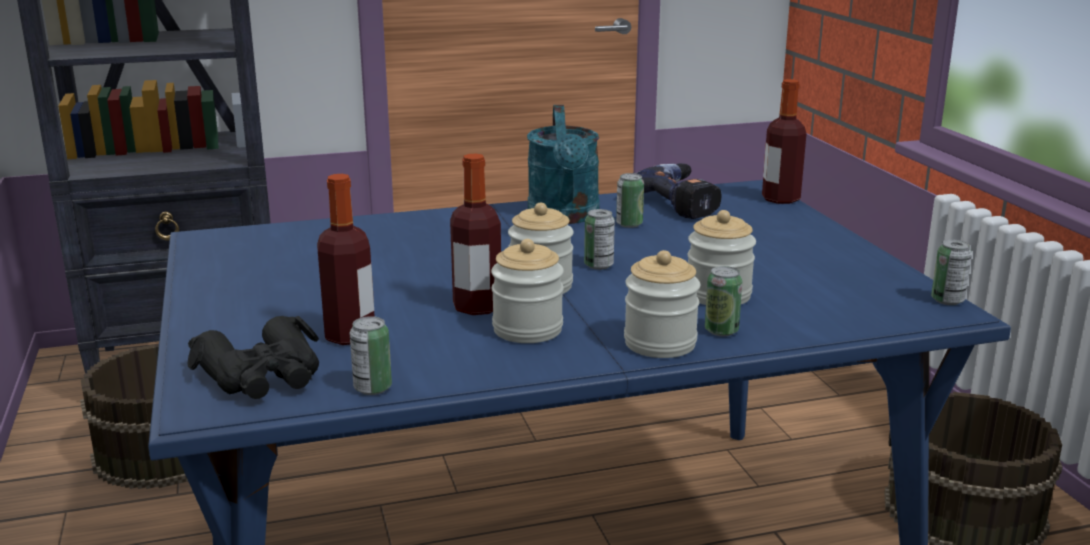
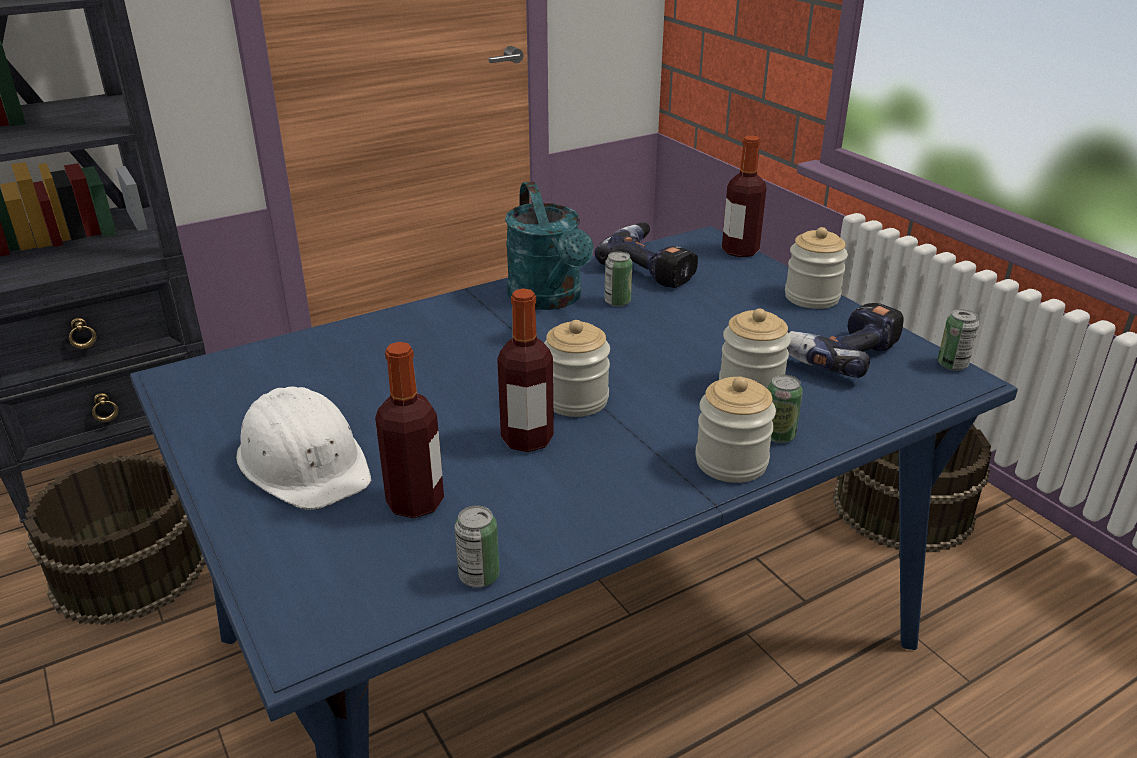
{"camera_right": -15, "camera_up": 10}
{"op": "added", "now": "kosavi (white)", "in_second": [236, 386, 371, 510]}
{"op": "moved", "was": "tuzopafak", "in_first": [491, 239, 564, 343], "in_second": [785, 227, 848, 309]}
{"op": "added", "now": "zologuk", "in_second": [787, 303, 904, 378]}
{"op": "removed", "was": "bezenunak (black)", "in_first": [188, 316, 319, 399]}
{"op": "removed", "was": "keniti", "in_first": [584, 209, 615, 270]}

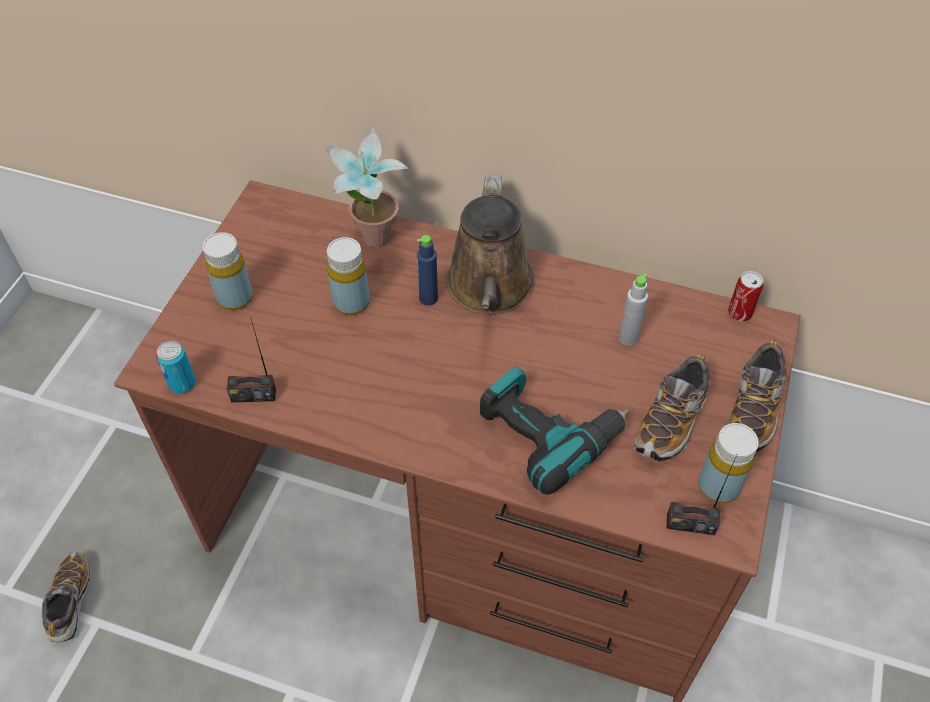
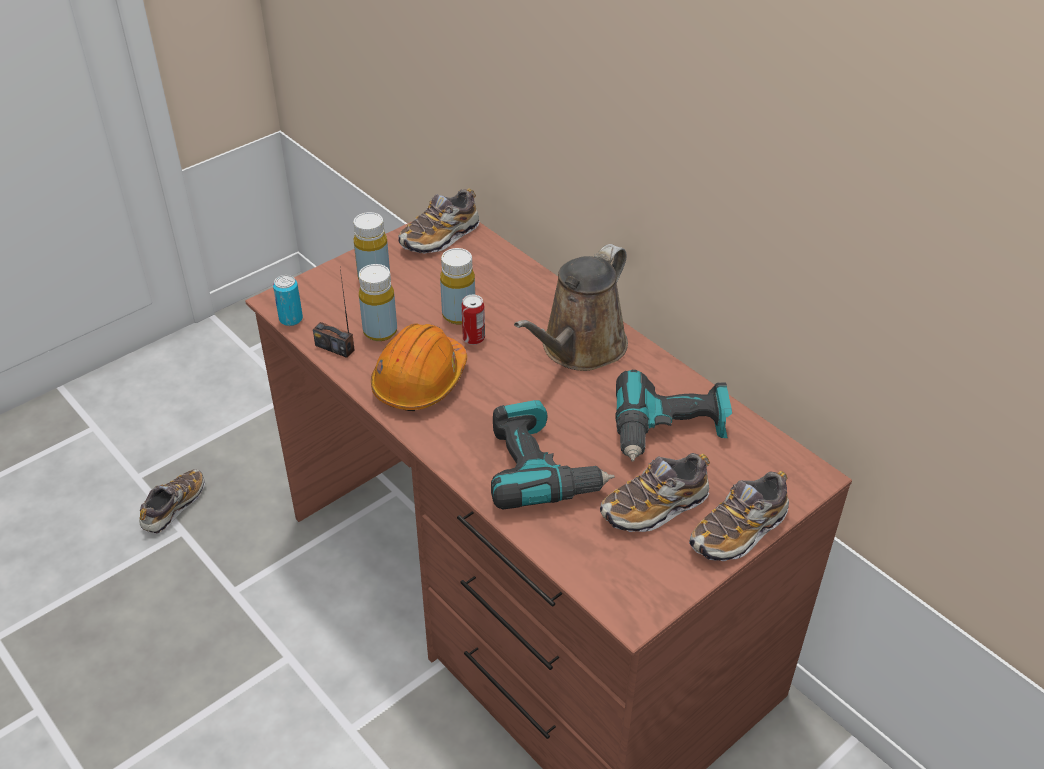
{"camera_right": 30, "camera_up": -10}
{"op": "moved", "was": "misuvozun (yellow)", "in_first": [698, 423, 759, 504], "in_second": [359, 264, 397, 341]}
{"op": "added", "now": "kosavi (orange)", "in_second": [371, 323, 467, 411]}
{"op": "added", "now": "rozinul", "in_second": [399, 189, 480, 254]}
{"op": "moved", "was": "keniti", "in_first": [728, 271, 763, 321], "in_second": [462, 295, 485, 345]}
{"op": "replaced", "was": "misuvozun (grey)", "now": "zologuk", "in_first": [619, 274, 648, 346], "in_second": [615, 370, 732, 462]}
{"op": "removed", "was": "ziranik", "in_first": [325, 127, 408, 247]}
{"op": "removed", "was": "misuvozun (blue)", "in_first": [417, 235, 438, 305]}
{"op": "removed", "was": "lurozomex", "in_first": [667, 455, 737, 535]}

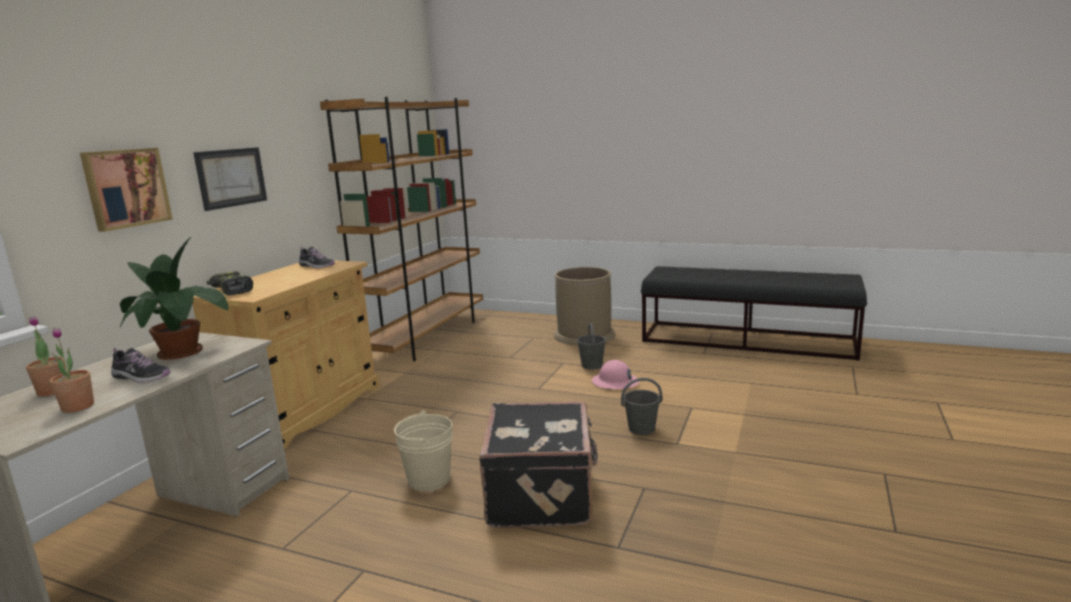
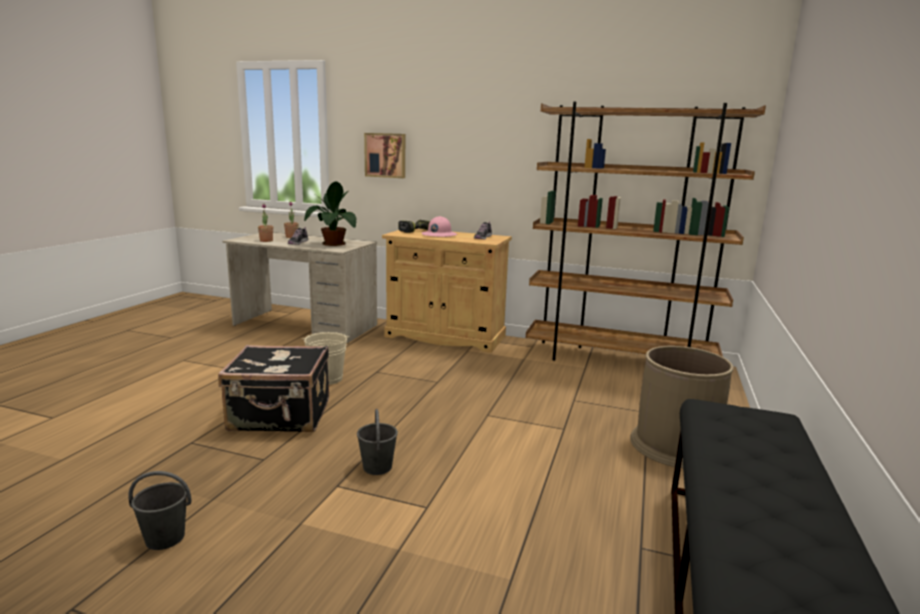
{"camera_right": 85, "camera_up": 0}
{"op": "moved", "was": "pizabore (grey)", "in_first": [577, 323, 606, 370], "in_second": [128, 471, 192, 550]}
{"op": "moved", "was": "kosavi (pink)", "in_first": [592, 360, 639, 390], "in_second": [421, 216, 457, 237]}
{"op": "removed", "was": "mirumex", "in_first": [193, 147, 267, 211]}

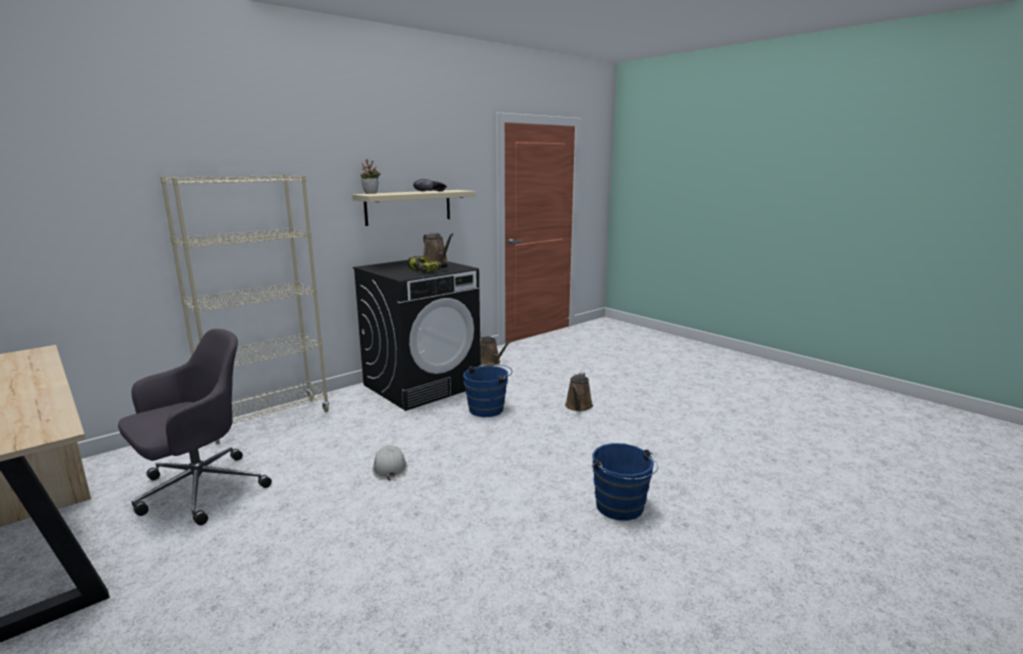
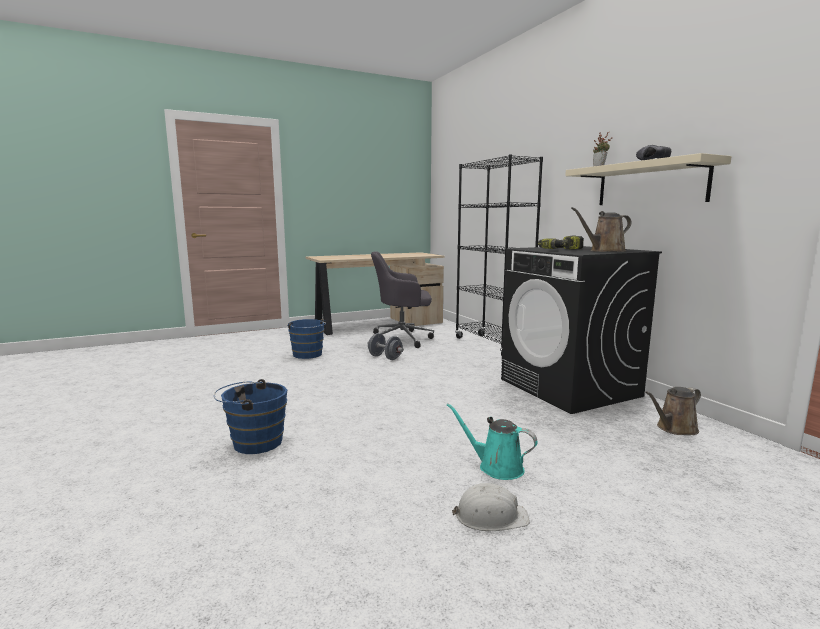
{"camera_right": 105, "camera_up": -5}
{"op": "moved", "was": "pizabore (blue)", "in_first": [463, 364, 512, 417], "in_second": [287, 319, 326, 359]}
{"op": "added", "now": "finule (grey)", "in_second": [368, 333, 404, 360]}
{"op": "turned", "was": "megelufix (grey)", "in_first": [118, 329, 272, 525], "in_second": [371, 252, 434, 348], "clockwise": 120}
{"op": "recoloured", "was": "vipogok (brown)", "now": "vipogok (turquoise)", "in_first": [565, 373, 593, 411], "in_second": [447, 404, 537, 480]}
{"op": "moved", "was": "kosavi (white)", "in_first": [372, 445, 408, 481], "in_second": [452, 483, 530, 531]}
{"op": "recoloured", "was": "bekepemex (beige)", "now": "bekepemex (black)", "in_first": [160, 174, 330, 444], "in_second": [455, 154, 543, 356]}

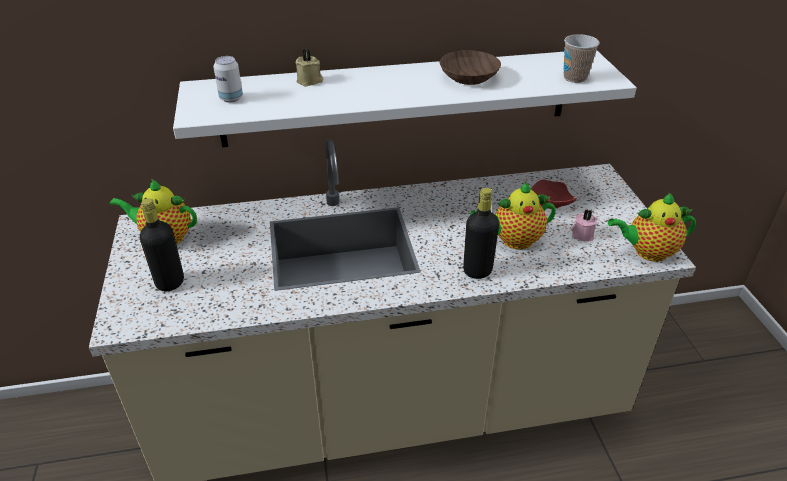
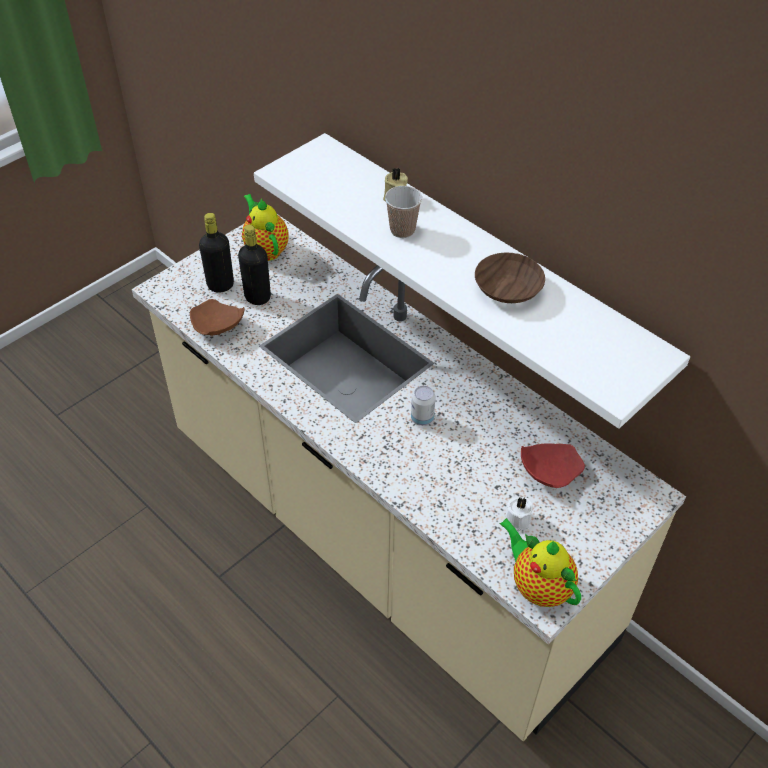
{"camera_right": 55, "camera_up": 10}
{"op": "added", "now": "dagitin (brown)", "in_second": [190, 299, 244, 335]}
{"op": "moved", "was": "misuvozun (black)", "in_first": [463, 188, 499, 279], "in_second": [238, 225, 271, 305]}
{"op": "moved", "was": "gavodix", "in_first": [564, 34, 600, 83], "in_second": [385, 186, 422, 238]}
{"op": "moved", "was": "keniti", "in_first": [213, 56, 243, 103], "in_second": [411, 386, 436, 426]}
{"op": "recoloured", "was": "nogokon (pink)", "now": "nogokon (white)", "in_first": [571, 209, 597, 241], "in_second": [506, 497, 533, 532]}
{"op": "removed", "was": "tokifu", "in_first": [470, 181, 556, 250]}

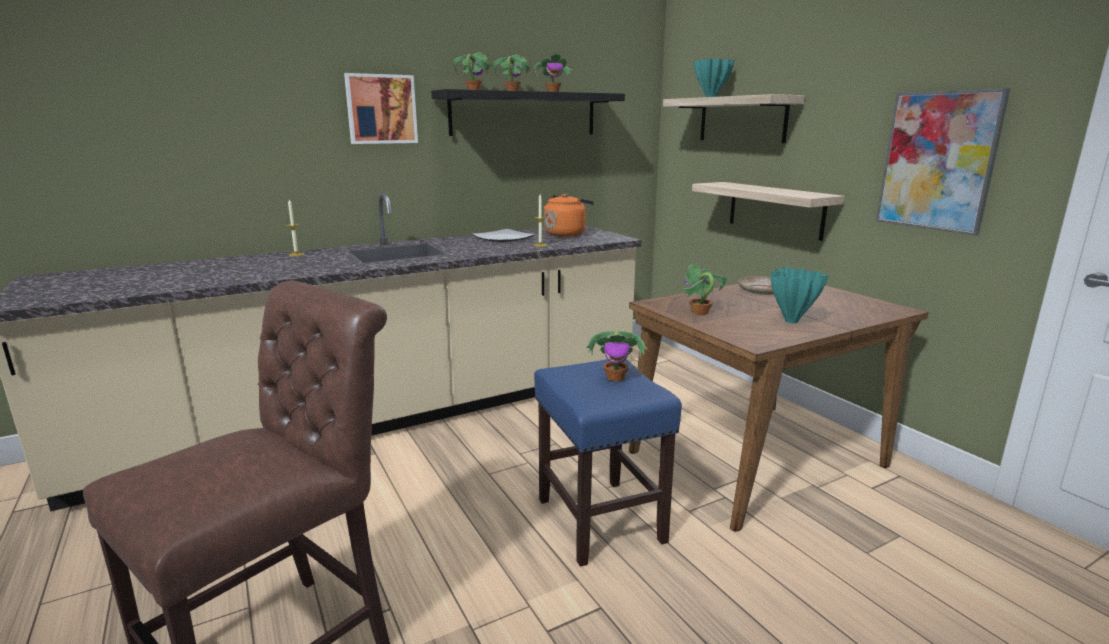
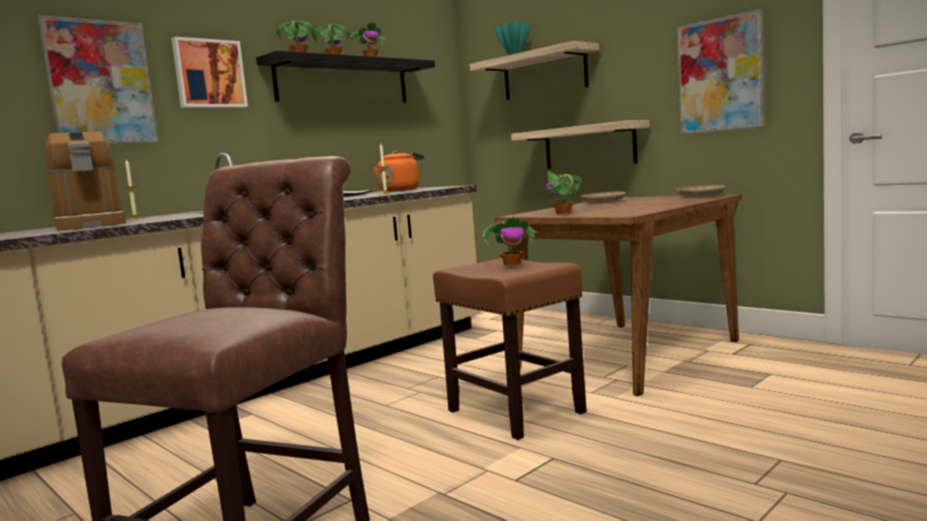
{"camera_right": -15, "camera_up": -10}
{"op": "added", "now": "mirumex", "in_second": [37, 15, 158, 144]}
{"op": "added", "now": "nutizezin", "in_second": [45, 131, 126, 230]}
{"op": "recoloured", "was": "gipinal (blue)", "now": "gipinal (brown)", "in_first": [534, 359, 682, 567], "in_second": [433, 258, 587, 440]}
{"op": "added", "now": "dagitin (beige)", "in_second": [677, 185, 725, 197]}
{"op": "removed", "was": "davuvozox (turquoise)", "in_first": [771, 267, 828, 323]}

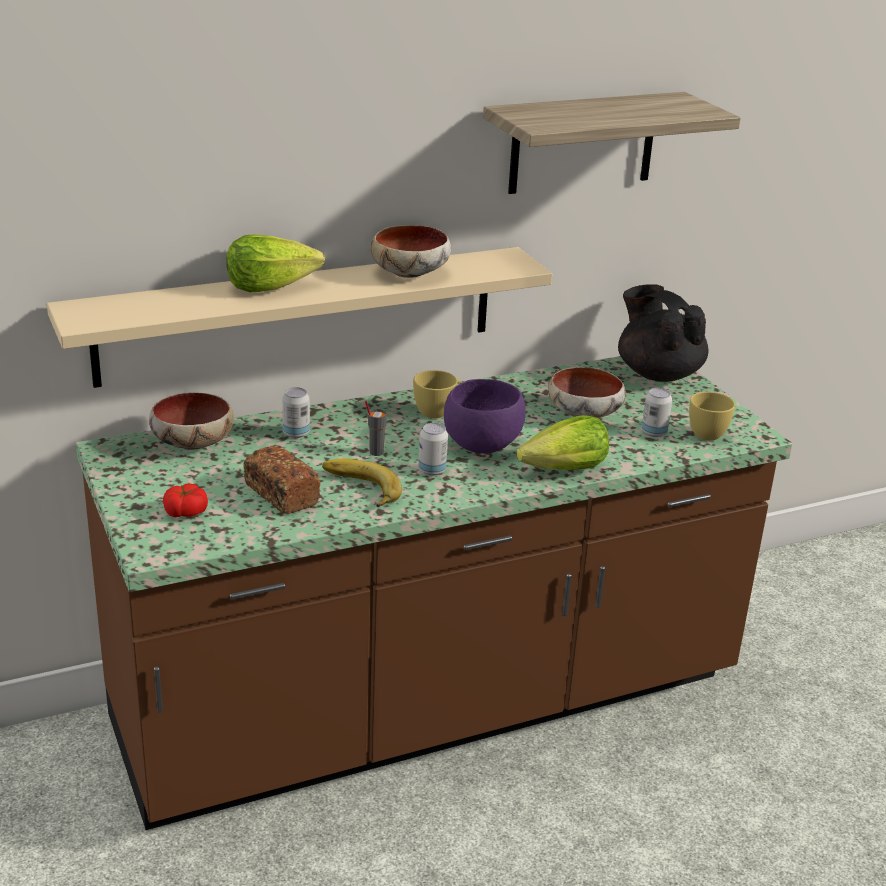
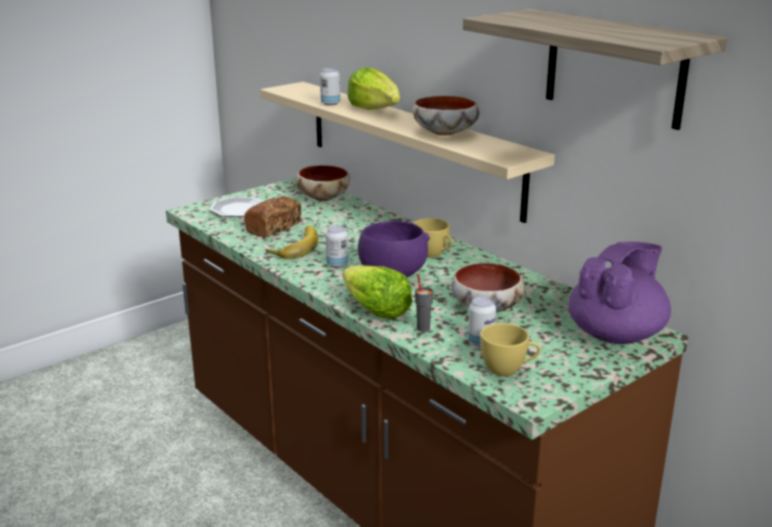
{"camera_right": 75, "camera_up": -5}
{"op": "replaced", "was": "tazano", "now": "dagitin", "in_first": [163, 483, 208, 517], "in_second": [209, 197, 264, 217]}
{"op": "moved", "was": "keniti", "in_first": [282, 387, 310, 438], "in_second": [320, 68, 340, 106]}
{"op": "moved", "was": "gavodix (grey)", "in_first": [365, 401, 387, 456], "in_second": [415, 274, 433, 332]}
{"op": "recoloured", "was": "tokifu (black)", "now": "tokifu (purple)", "in_first": [618, 284, 709, 382], "in_second": [568, 242, 671, 344]}

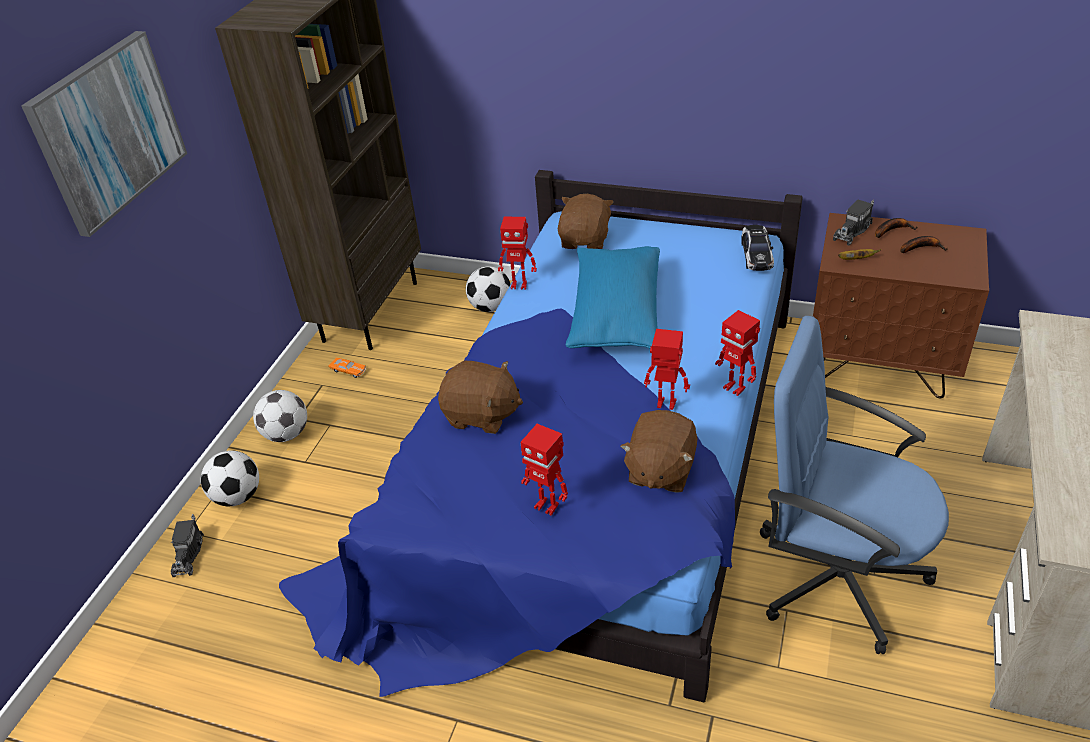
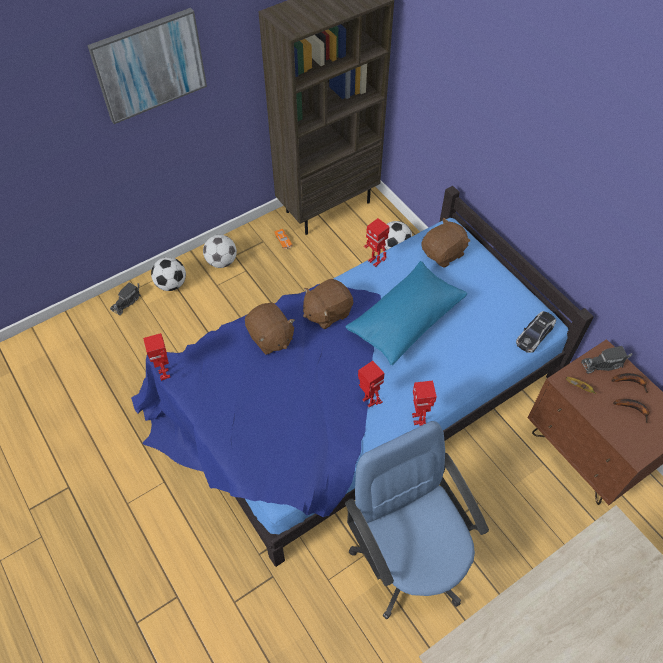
{"camera_right": 35, "camera_up": 15}
{"op": "moved", "was": "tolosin", "in_first": [520, 424, 568, 516], "in_second": [143, 333, 170, 381]}
{"op": "moved", "was": "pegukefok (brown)", "in_first": [620, 410, 697, 493], "in_second": [303, 279, 353, 329]}

